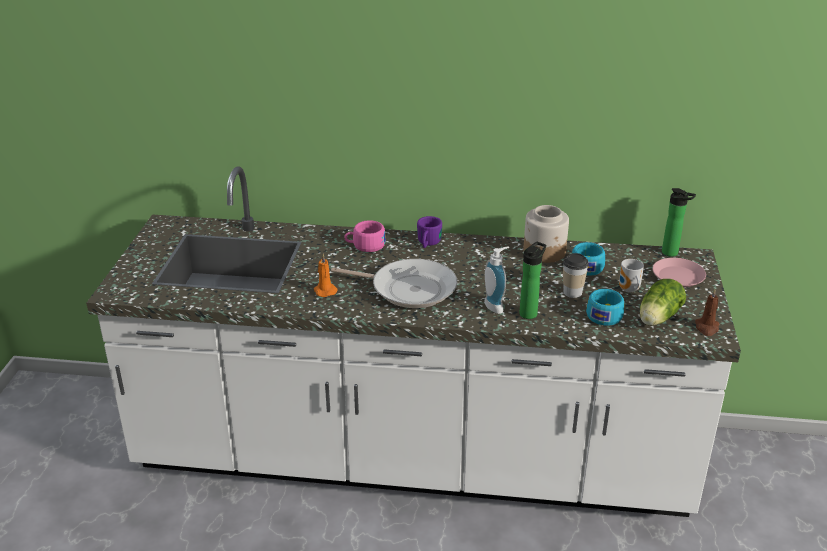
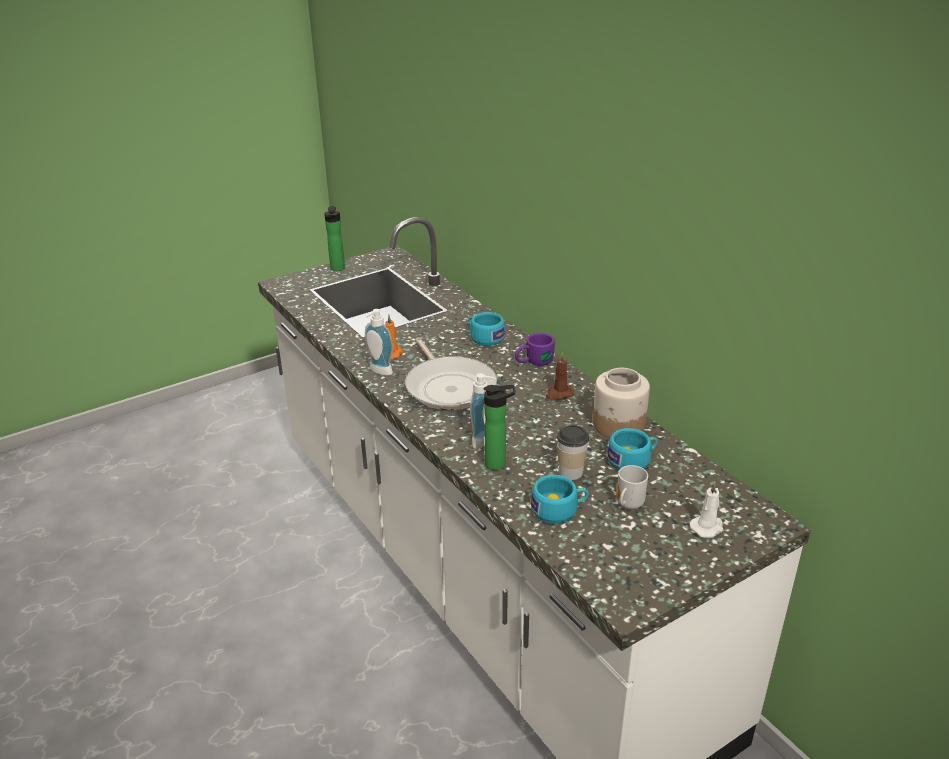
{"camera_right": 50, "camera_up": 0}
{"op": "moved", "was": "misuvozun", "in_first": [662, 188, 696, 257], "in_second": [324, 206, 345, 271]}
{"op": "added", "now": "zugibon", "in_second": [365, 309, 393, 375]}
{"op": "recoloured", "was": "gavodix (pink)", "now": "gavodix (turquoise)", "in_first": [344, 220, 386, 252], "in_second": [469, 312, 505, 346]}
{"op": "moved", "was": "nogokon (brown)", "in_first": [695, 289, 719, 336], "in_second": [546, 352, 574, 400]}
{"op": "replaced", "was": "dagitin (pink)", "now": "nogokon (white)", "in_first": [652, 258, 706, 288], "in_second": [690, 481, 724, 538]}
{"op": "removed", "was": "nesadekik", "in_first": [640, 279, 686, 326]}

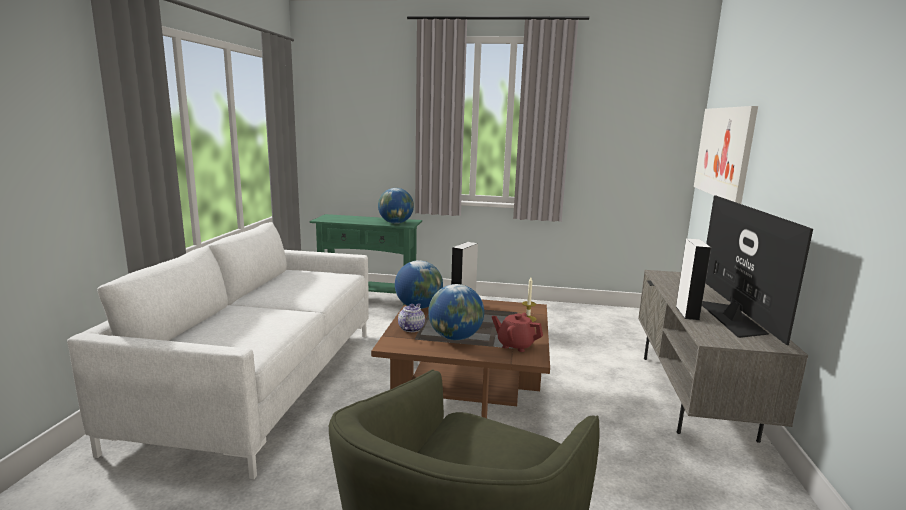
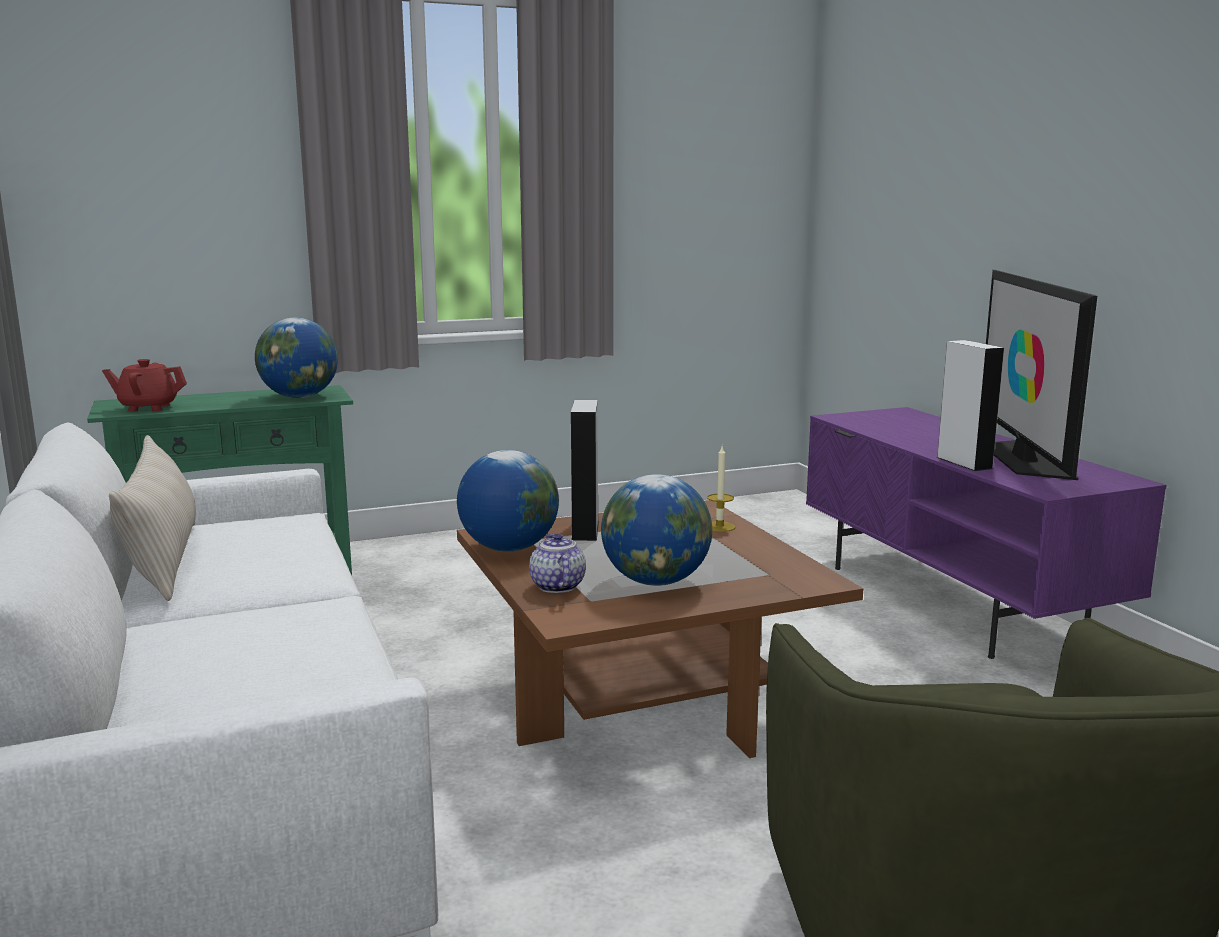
{"camera_right": -30, "camera_up": 0}
{"op": "moved", "was": "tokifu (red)", "in_first": [492, 313, 543, 352], "in_second": [102, 359, 187, 412]}
{"op": "added", "now": "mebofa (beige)", "in_second": [109, 435, 196, 601]}
{"op": "recoloured", "was": "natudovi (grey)", "now": "natudovi (purple)", "in_first": [638, 270, 808, 443], "in_second": [806, 407, 1167, 659]}
{"op": "turned", "was": "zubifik", "in_first": [702, 195, 813, 345], "in_second": [986, 270, 1097, 480], "clockwise": -150}
{"op": "removed", "was": "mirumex", "in_first": [694, 106, 758, 204]}

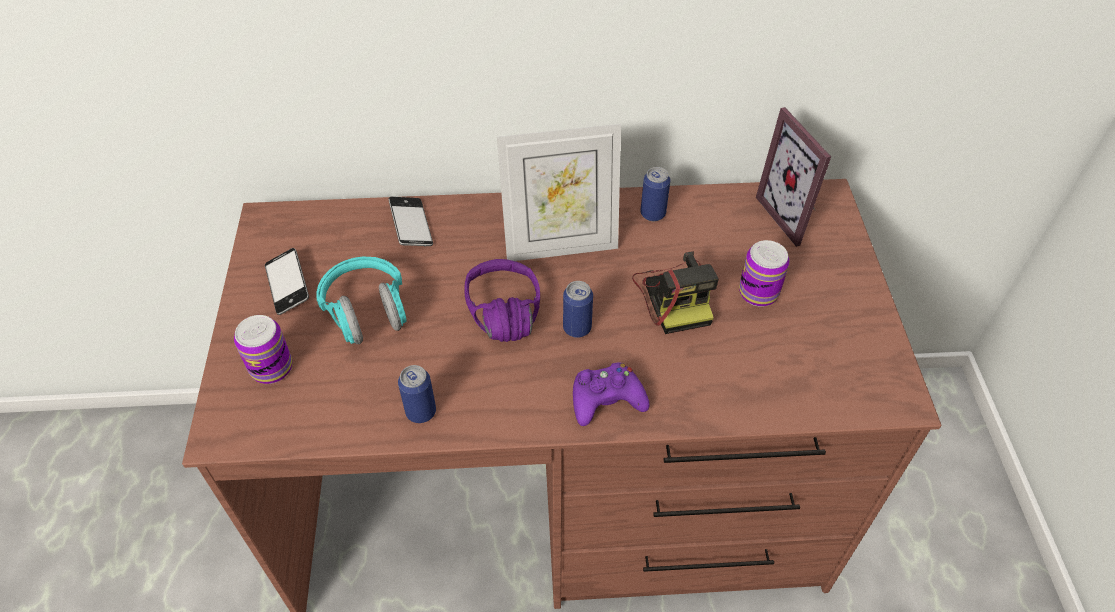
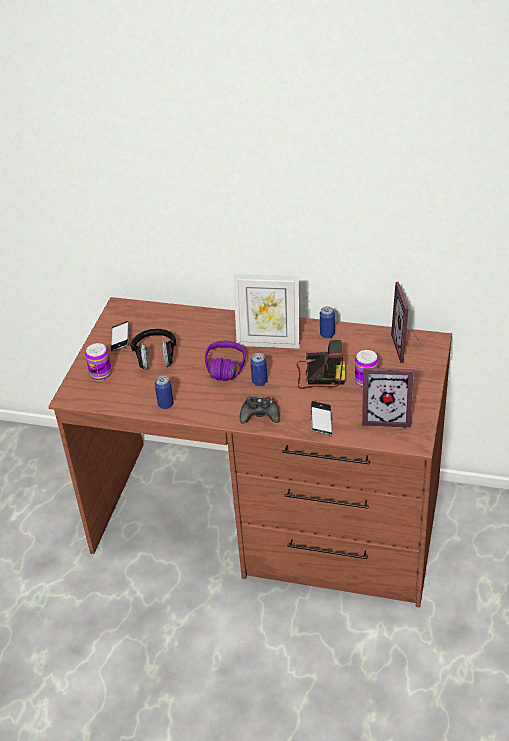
{"camera_right": 20, "camera_up": -10}
{"op": "recoloured", "was": "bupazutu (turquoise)", "now": "bupazutu (black)", "in_first": [316, 256, 407, 344], "in_second": [131, 329, 177, 370]}
{"op": "recoloured", "was": "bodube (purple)", "now": "bodube (black)", "in_first": [573, 363, 649, 426], "in_second": [240, 396, 280, 424]}
{"op": "turned", "was": "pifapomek", "in_first": [632, 251, 719, 334], "in_second": [297, 340, 345, 389], "clockwise": -90}
{"op": "moved", "was": "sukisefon", "in_first": [388, 197, 433, 247], "in_second": [310, 401, 332, 435]}
{"op": "added", "now": "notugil", "in_second": [362, 368, 414, 428]}

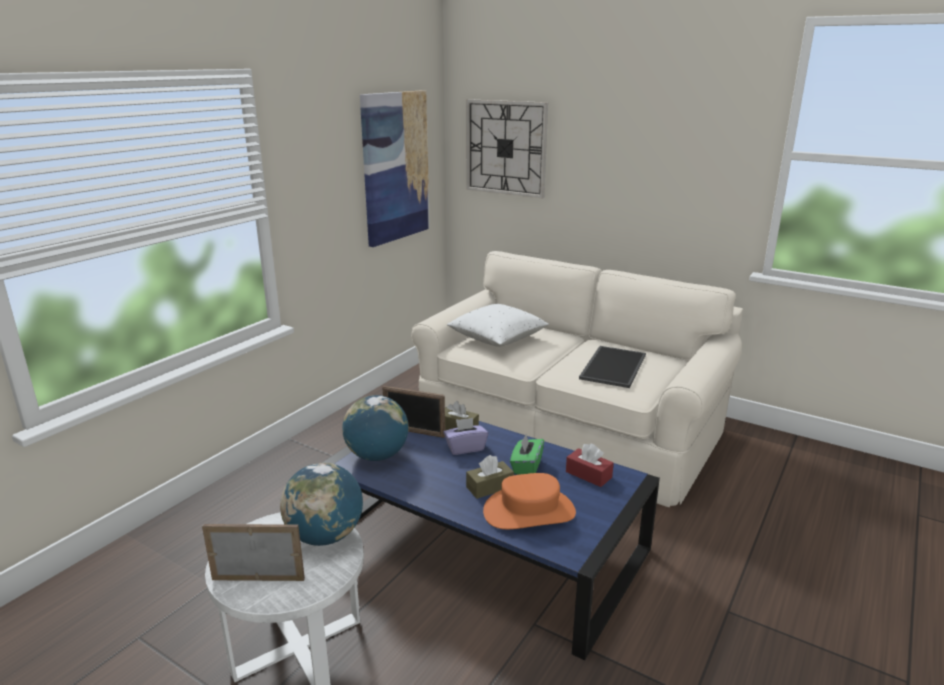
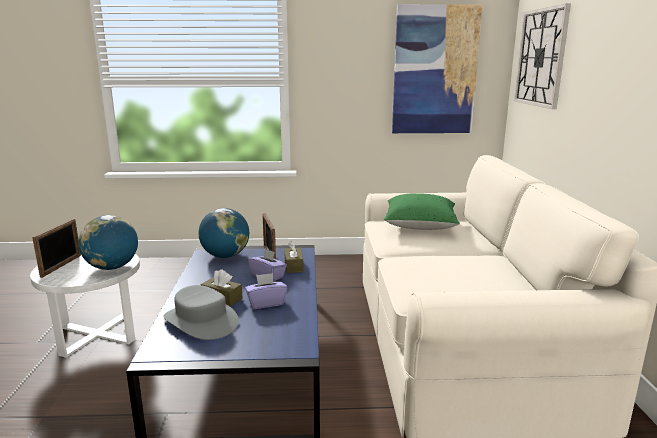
{"camera_right": 55, "camera_up": -5}
{"op": "turned", "was": "notugil", "in_first": [202, 524, 305, 581], "in_second": [32, 219, 81, 278], "clockwise": 45}
{"op": "recoloured", "was": "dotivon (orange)", "now": "dotivon (grey)", "in_first": [483, 473, 576, 529], "in_second": [163, 285, 239, 340]}
{"op": "recoloured", "was": "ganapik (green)", "now": "ganapik (purple)", "in_first": [510, 434, 544, 475], "in_second": [245, 273, 288, 309]}
{"op": "recoloured", "was": "mebofa (white)", "now": "mebofa (green)", "in_first": [447, 304, 549, 347], "in_second": [384, 193, 460, 230]}
{"op": "removed", "was": "ganapik (red)", "in_first": [566, 444, 614, 487]}
{"op": "removed", "was": "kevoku", "in_first": [579, 346, 646, 388]}

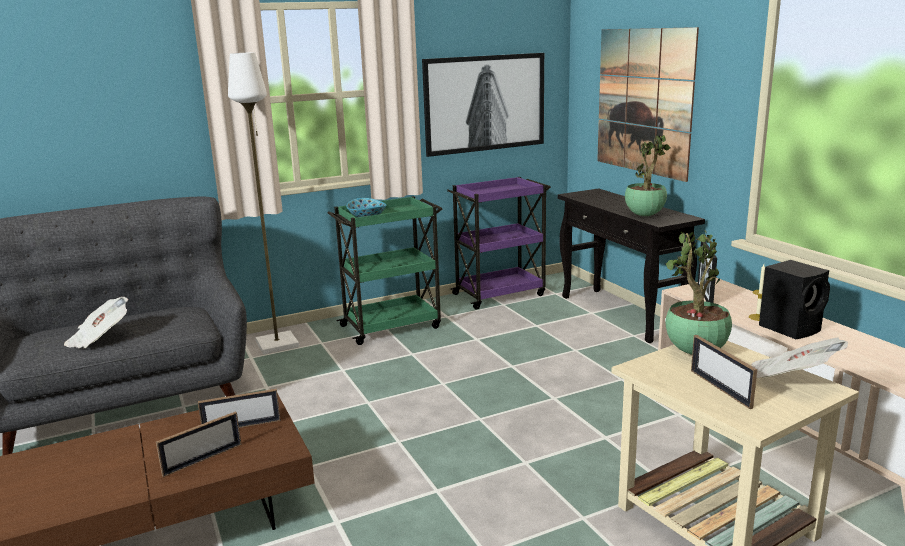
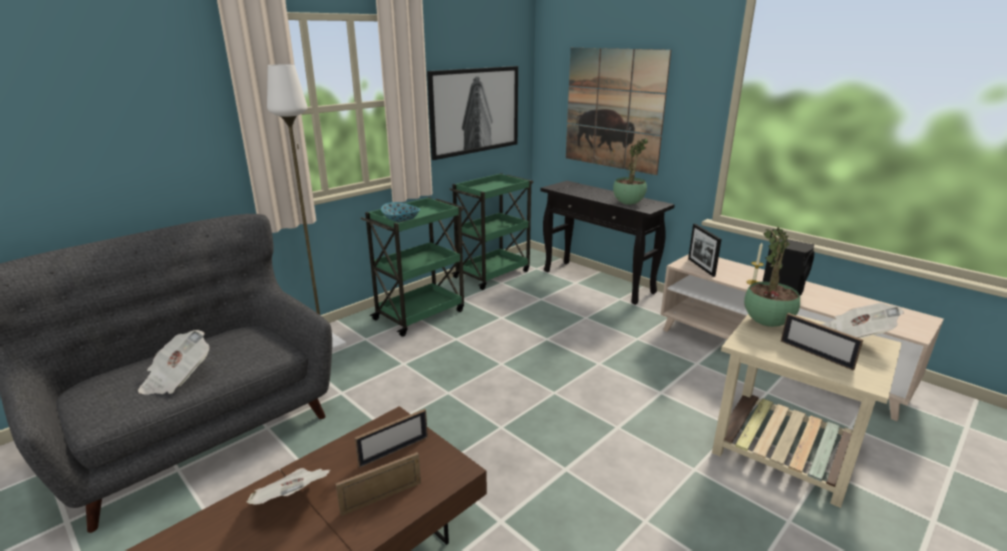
{"camera_right": -20, "camera_up": 5}
{"op": "added", "now": "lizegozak", "in_second": [247, 468, 330, 504]}
{"op": "turned", "was": "notugil", "in_first": [156, 411, 242, 477], "in_second": [336, 452, 421, 516], "clockwise": -150}
{"op": "recoloured", "was": "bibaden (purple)", "now": "bibaden (green)", "in_first": [447, 177, 551, 310], "in_second": [449, 173, 533, 290]}

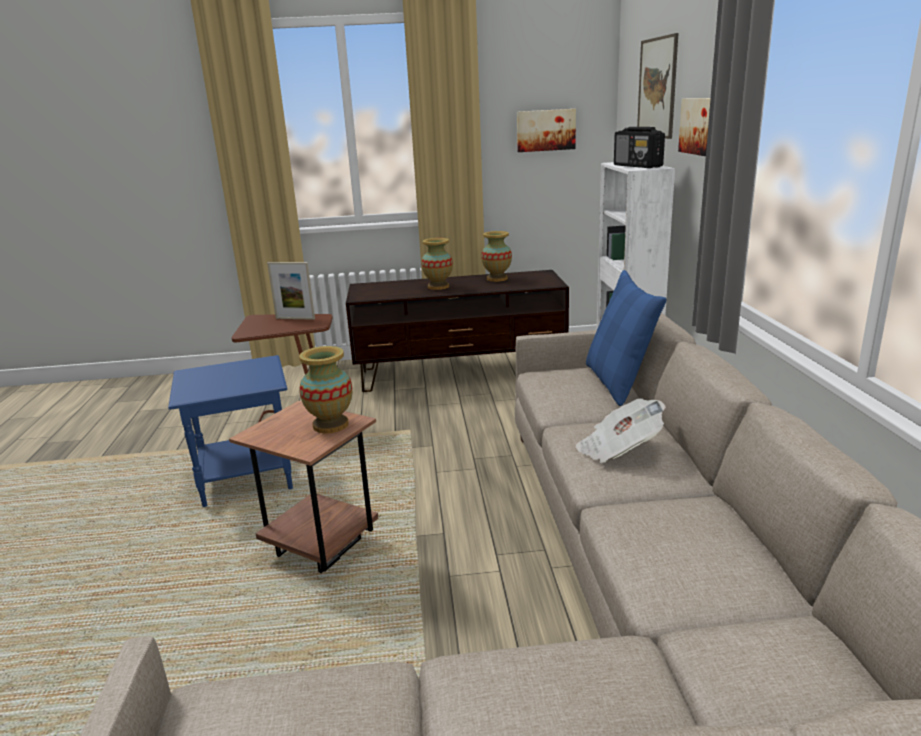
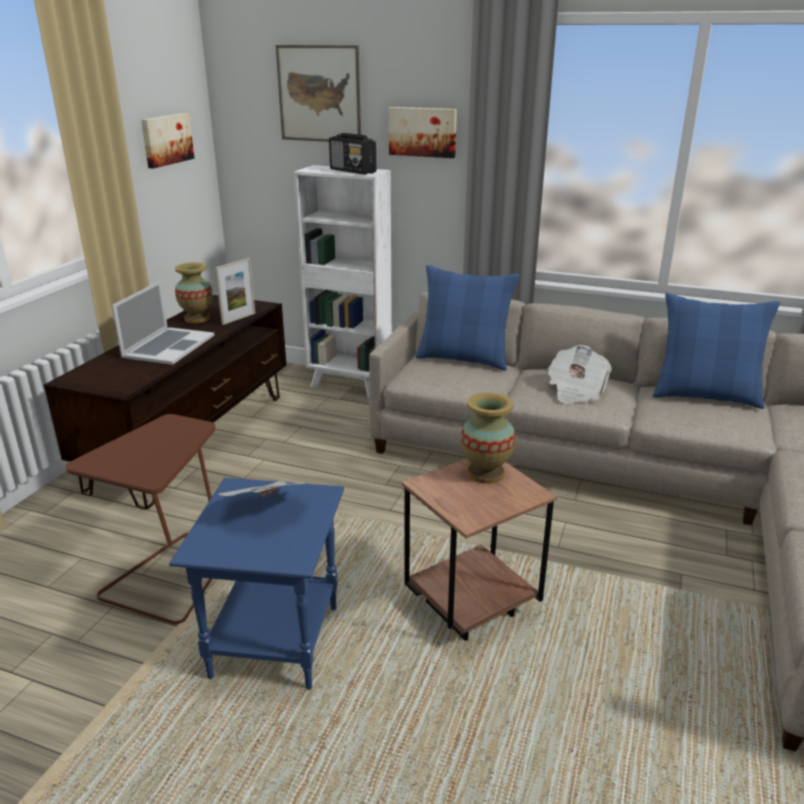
{"camera_right": -65, "camera_up": 5}
{"op": "replaced", "was": "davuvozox", "now": "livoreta", "in_first": [421, 238, 453, 290], "in_second": [112, 281, 214, 365]}
{"op": "moved", "was": "notugil", "in_first": [267, 262, 315, 320], "in_second": [215, 258, 255, 325]}
{"op": "added", "now": "lizegozak", "in_second": [218, 481, 309, 497]}
{"op": "turned", "was": "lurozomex", "in_first": [614, 127, 665, 168], "in_second": [329, 133, 376, 175], "clockwise": 45}
{"op": "added", "now": "mebofa (blue)", "in_second": [652, 293, 780, 409]}

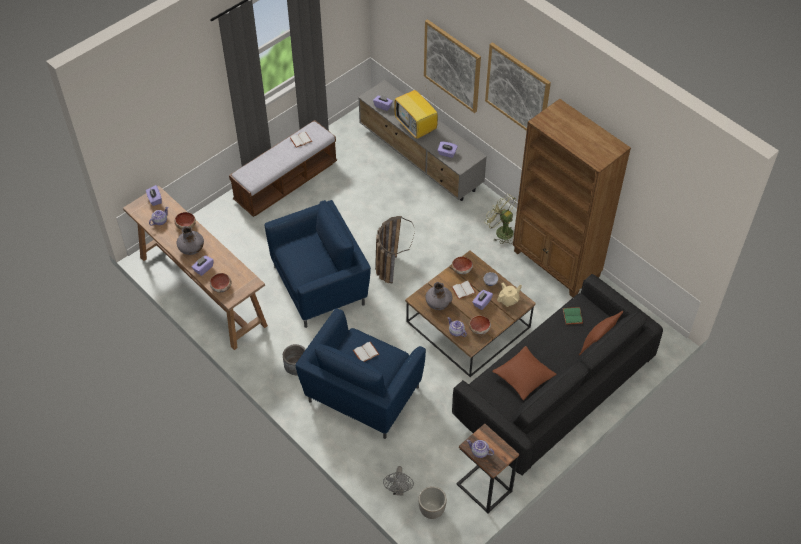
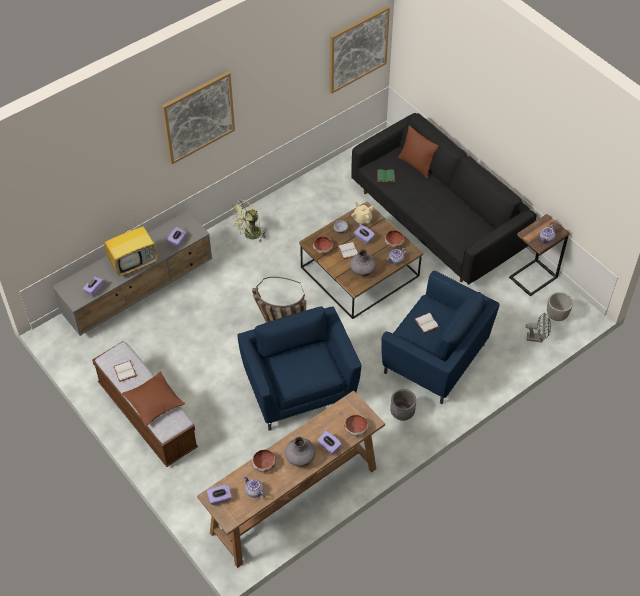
{"camera_right": -85, "camera_up": 0}
{"op": "moved", "was": "mebofa (brown)", "in_first": [492, 346, 557, 400], "in_second": [122, 372, 185, 427]}
{"op": "moved", "was": "mirumex", "in_first": [424, 19, 481, 113], "in_second": [329, 6, 390, 94]}
{"op": "removed", "was": "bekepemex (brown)", "in_first": [513, 99, 631, 297]}

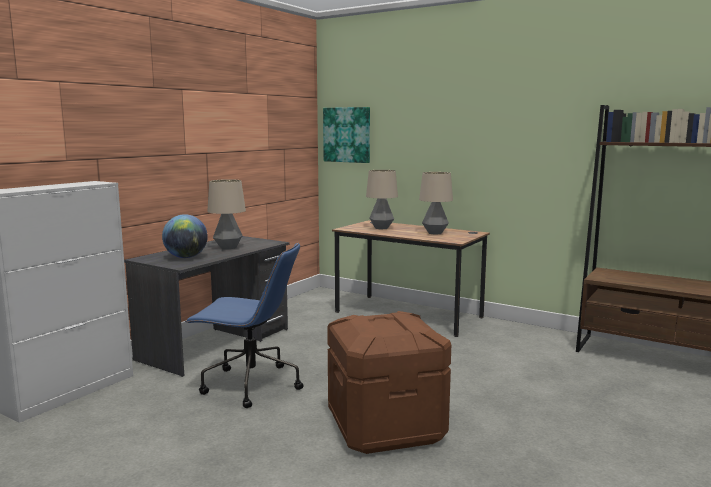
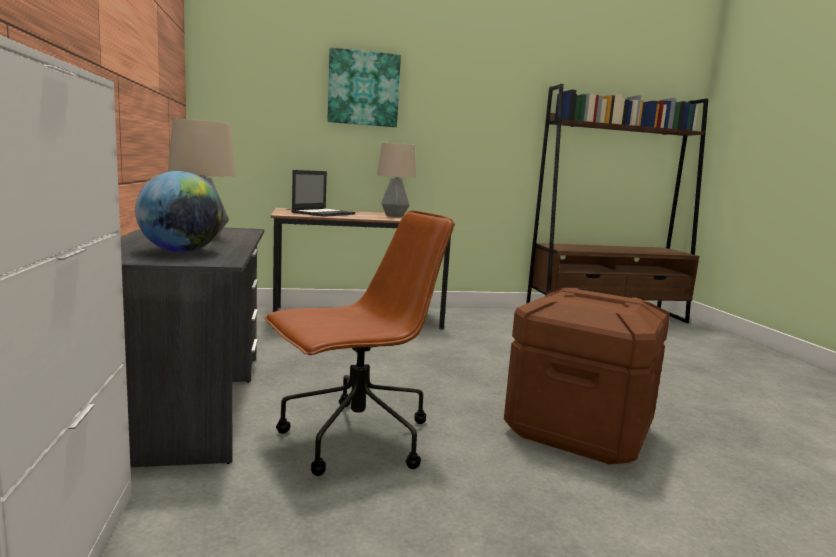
{"camera_right": -45, "camera_up": 0}
{"op": "recoloured", "was": "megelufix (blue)", "now": "megelufix (brown)", "in_first": [185, 242, 304, 408], "in_second": [265, 211, 454, 476]}
{"op": "replaced", "was": "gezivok", "now": "livoreta", "in_first": [366, 170, 398, 230], "in_second": [291, 170, 355, 217]}
{"op": "moved", "was": "mirumex", "in_first": [323, 107, 370, 163], "in_second": [327, 47, 401, 127]}

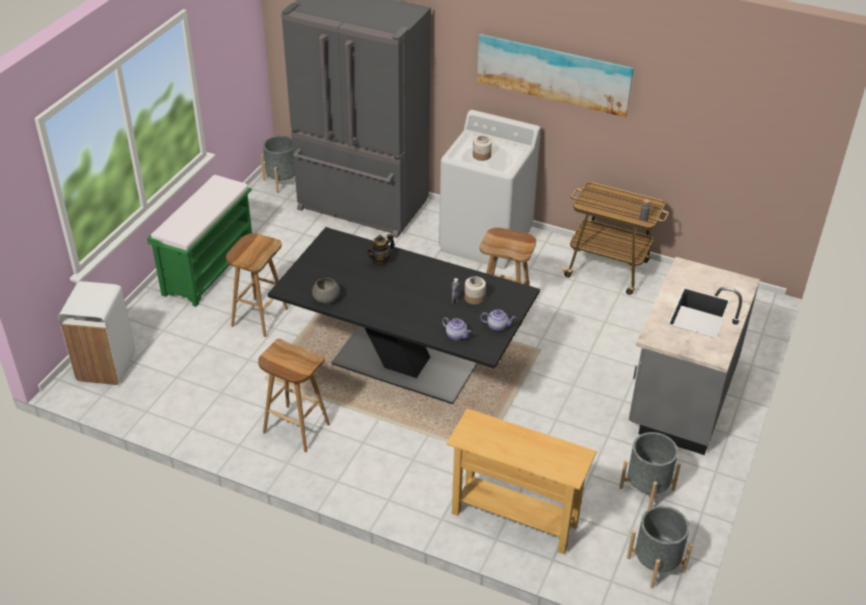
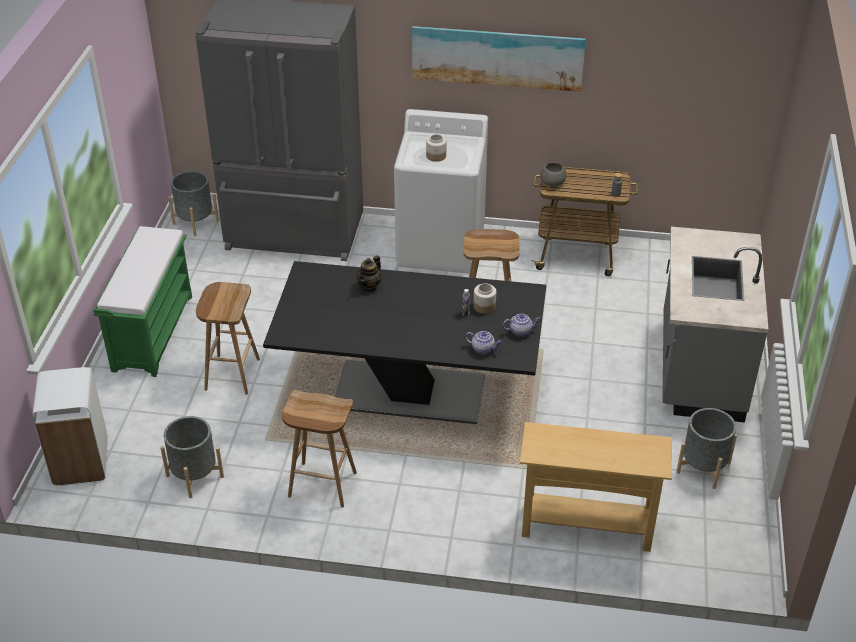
{"camera_right": -15, "camera_up": 0}
{"op": "moved", "was": "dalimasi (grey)", "in_first": [627, 506, 693, 588], "in_second": [160, 416, 224, 498]}
{"op": "moved", "was": "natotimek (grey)", "in_first": [312, 278, 340, 304], "in_second": [540, 162, 566, 187]}

